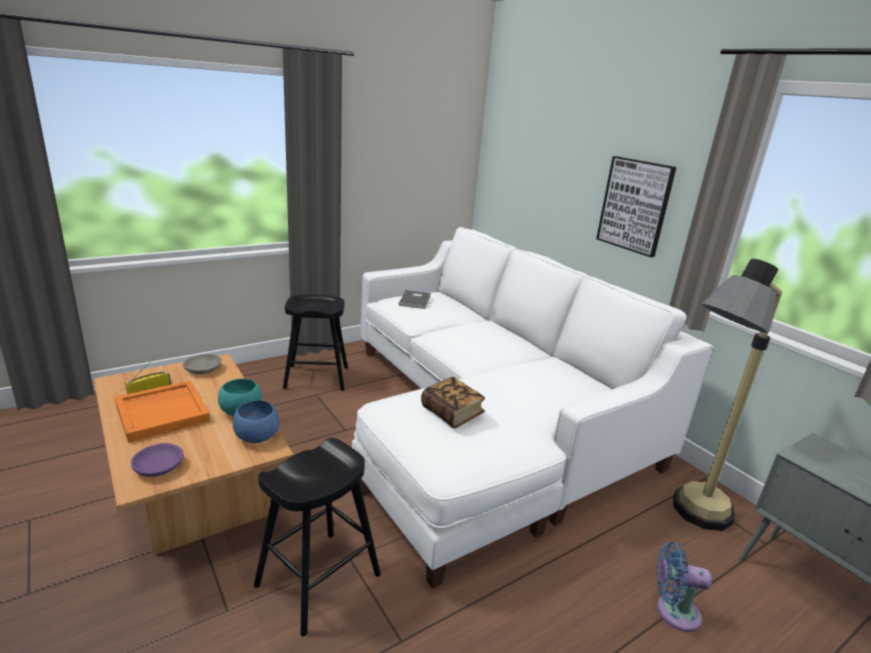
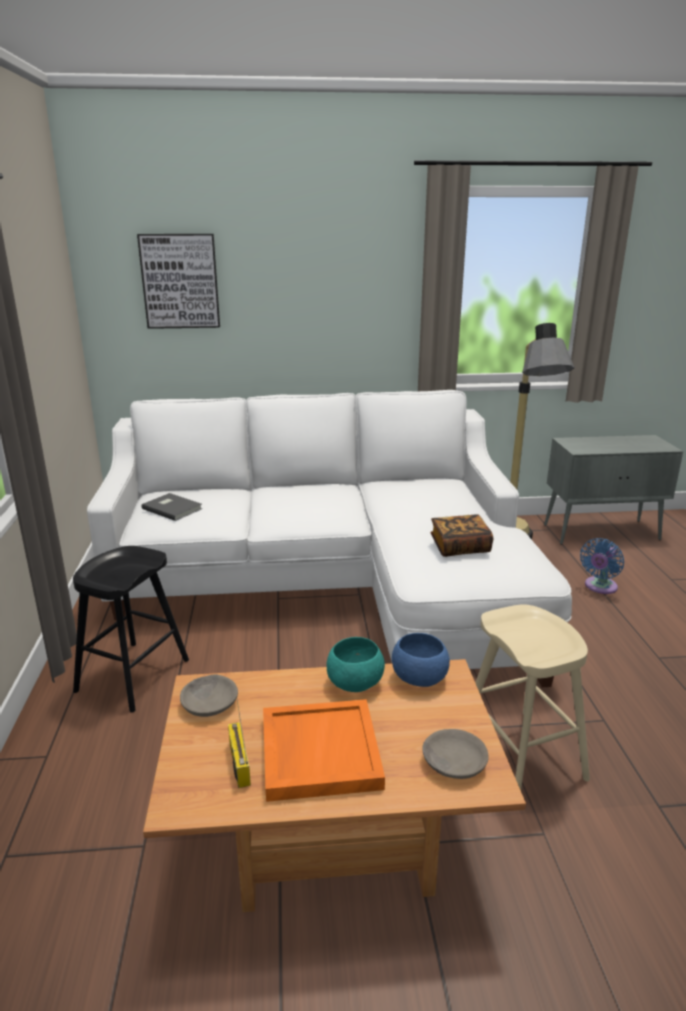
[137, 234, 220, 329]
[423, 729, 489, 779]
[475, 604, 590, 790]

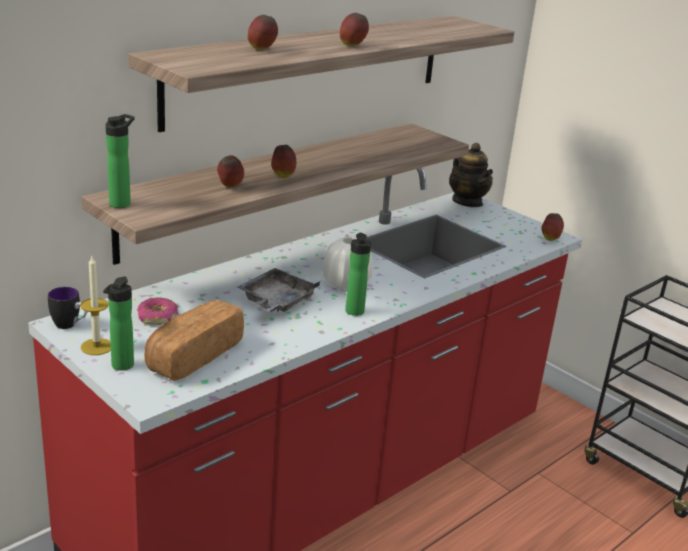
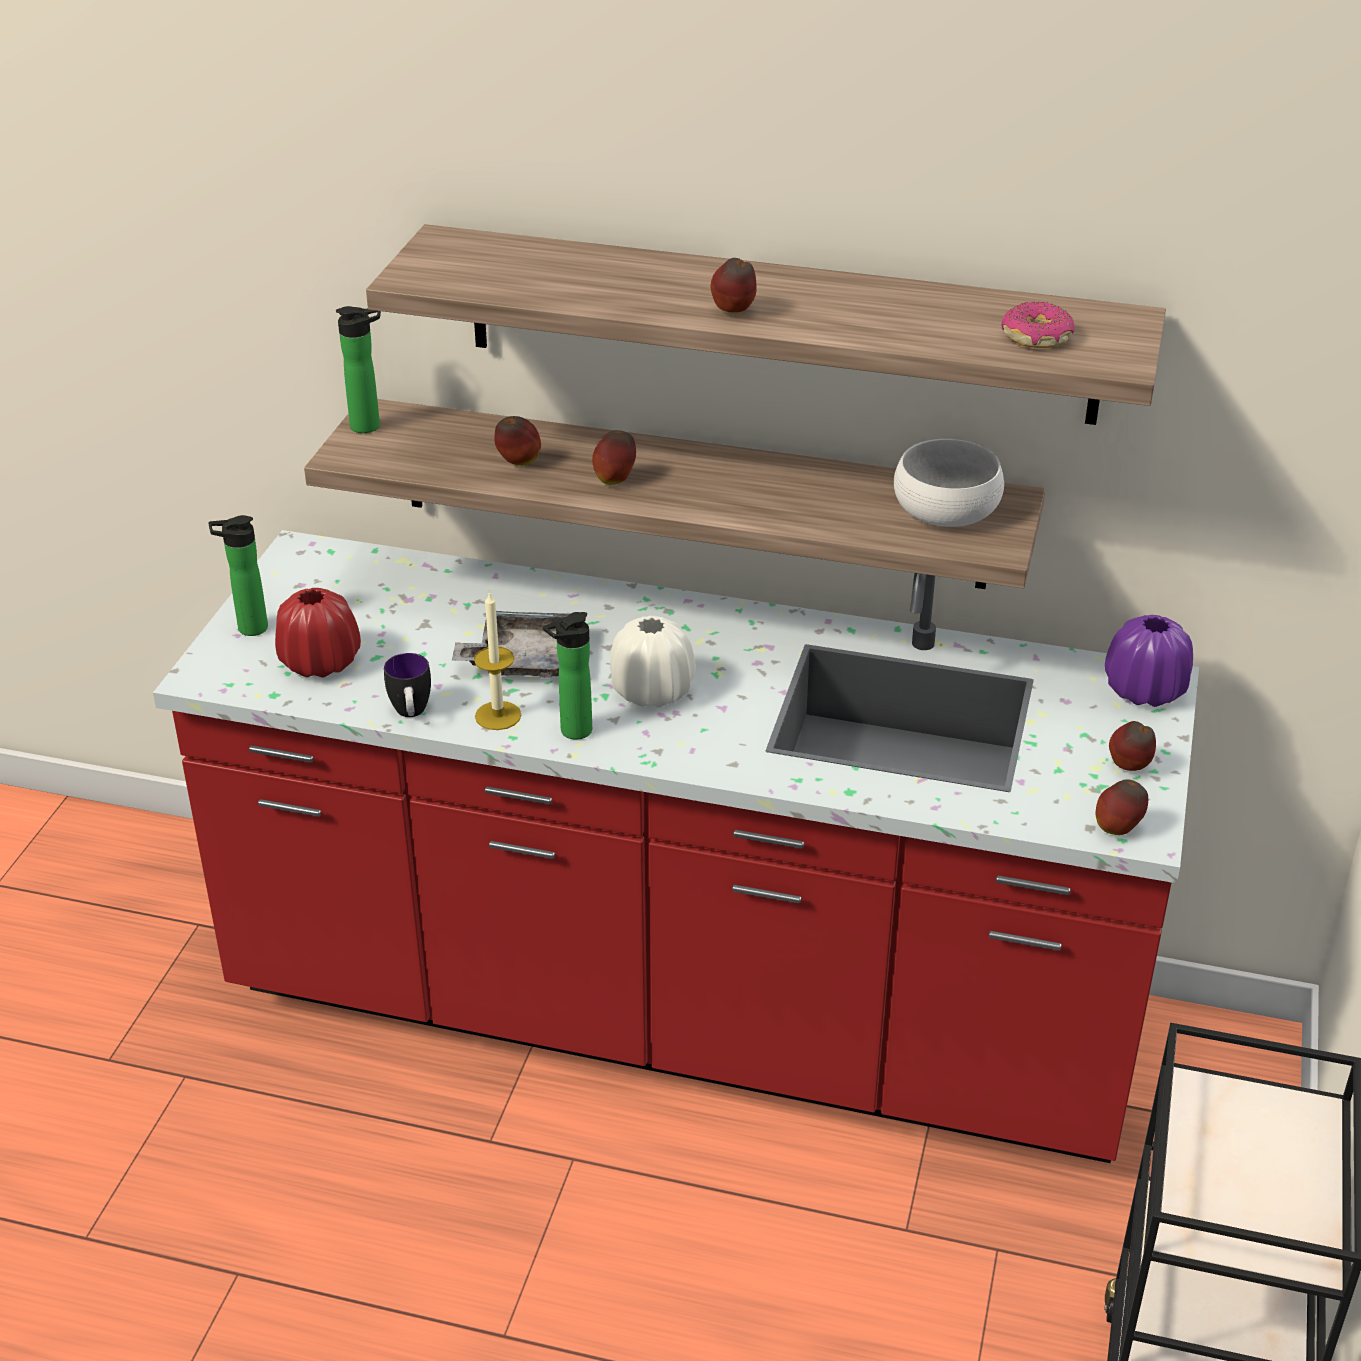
[894, 439, 1004, 527]
[384, 653, 431, 717]
[474, 591, 521, 730]
[1001, 302, 1075, 348]
[1109, 721, 1156, 771]
[275, 588, 361, 677]
[1105, 615, 1193, 707]

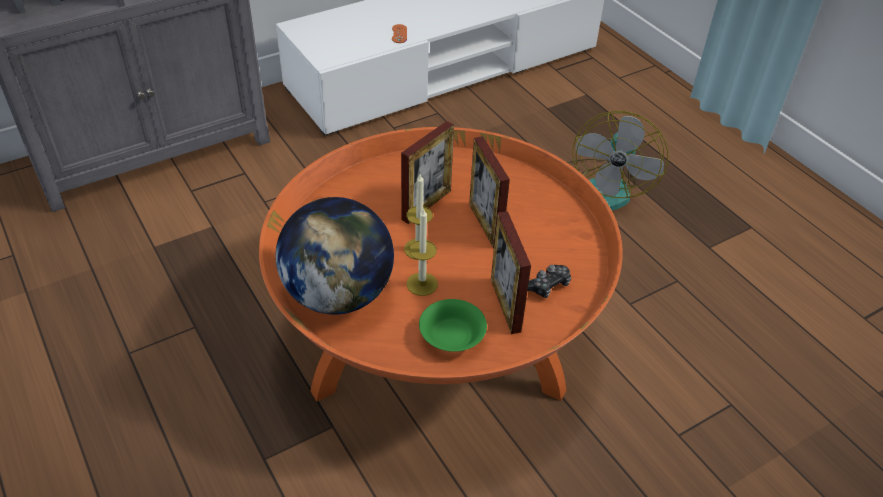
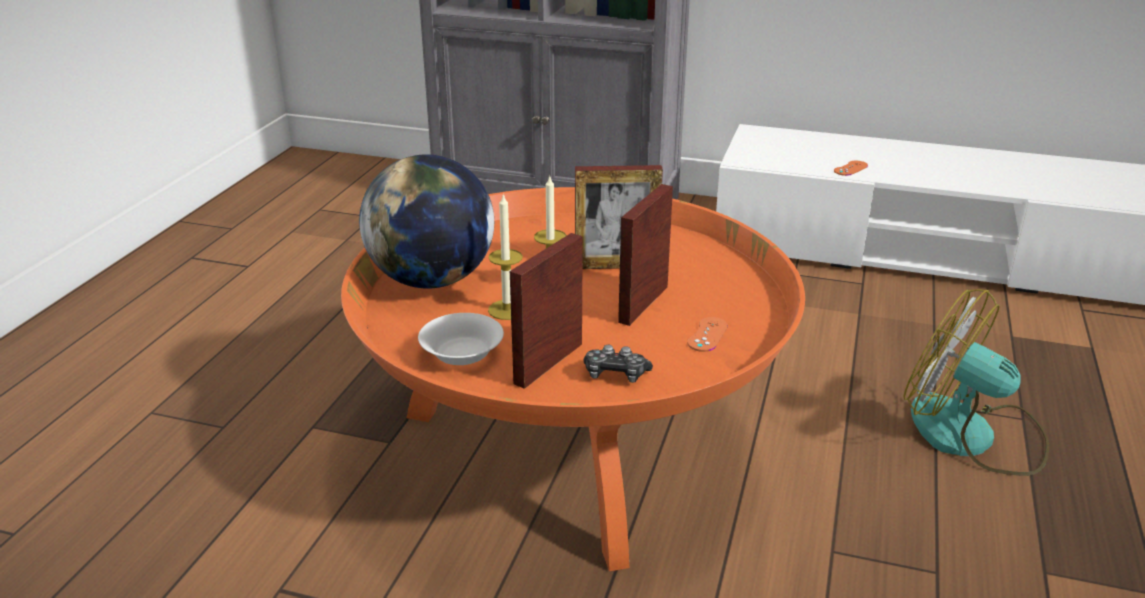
[687, 317, 728, 352]
[418, 313, 504, 365]
[903, 289, 1049, 476]

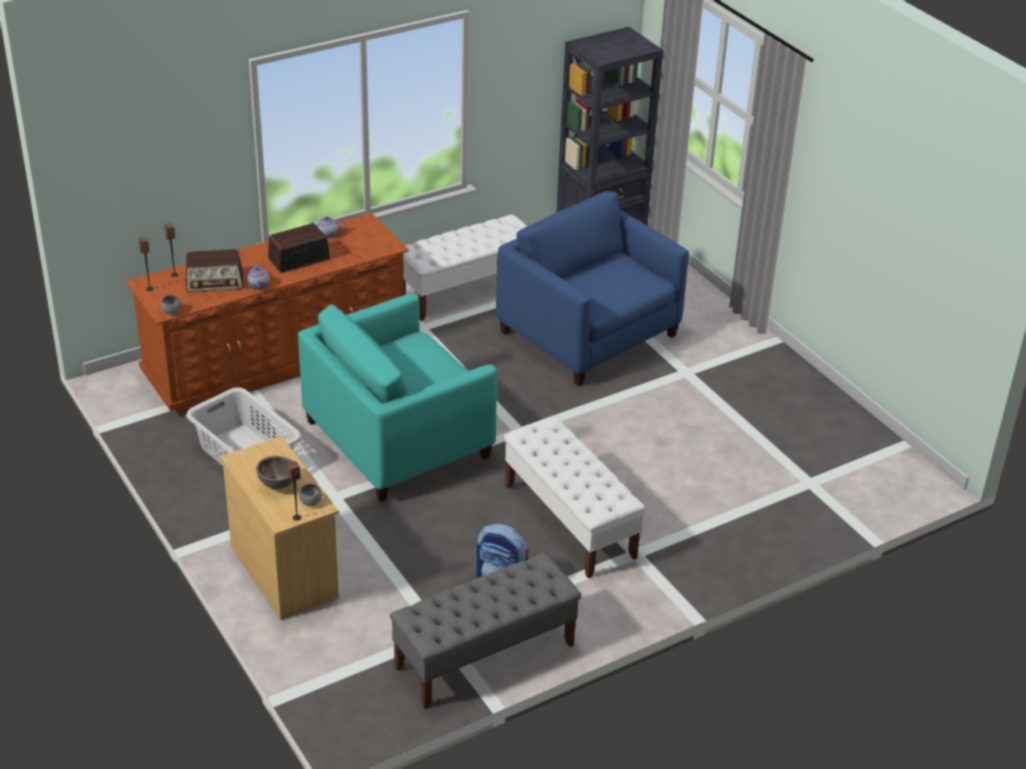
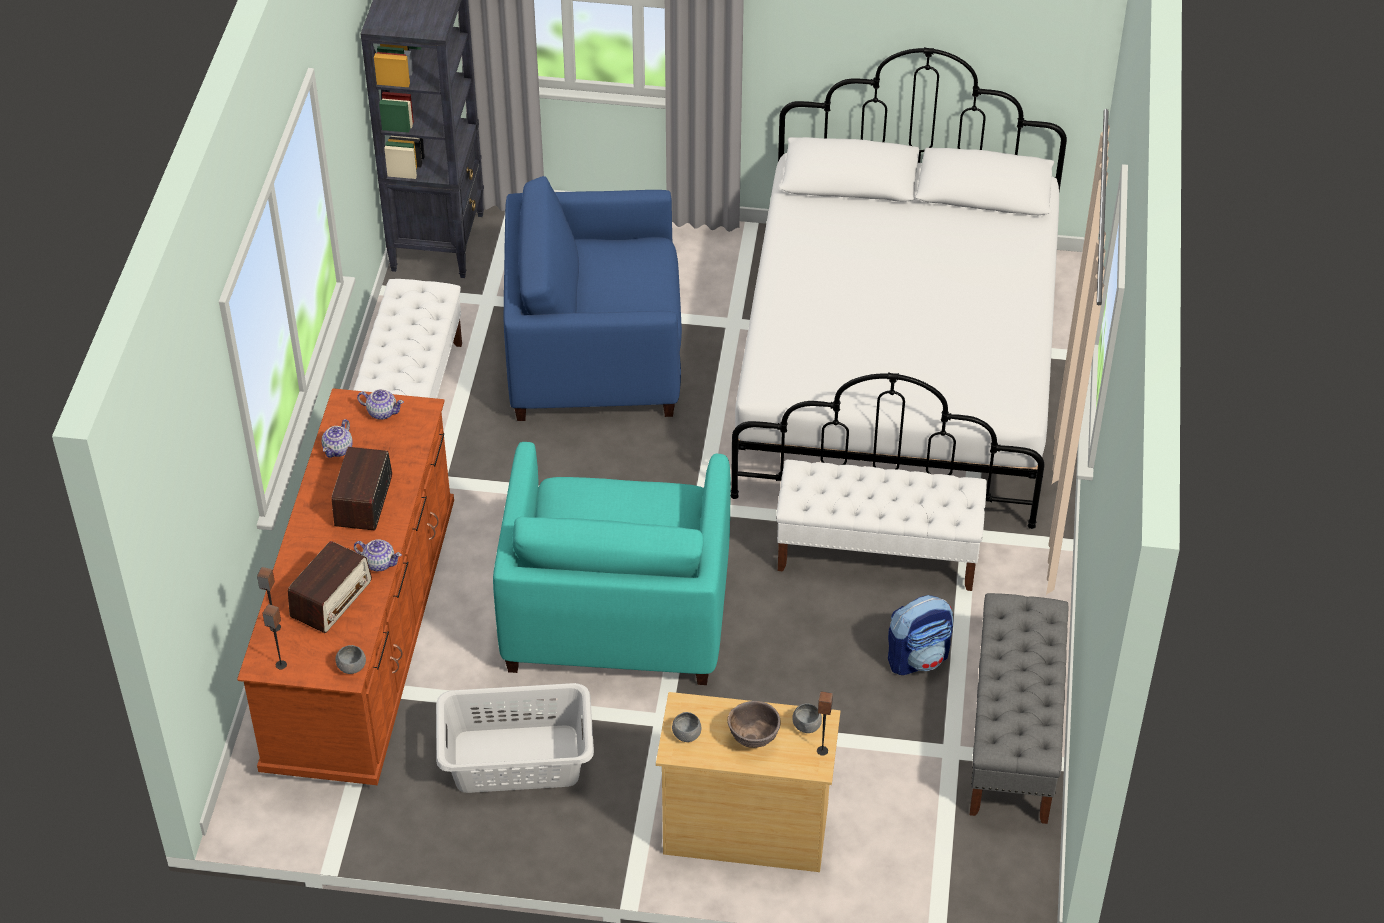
[357, 389, 404, 420]
[672, 712, 701, 742]
[731, 47, 1067, 529]

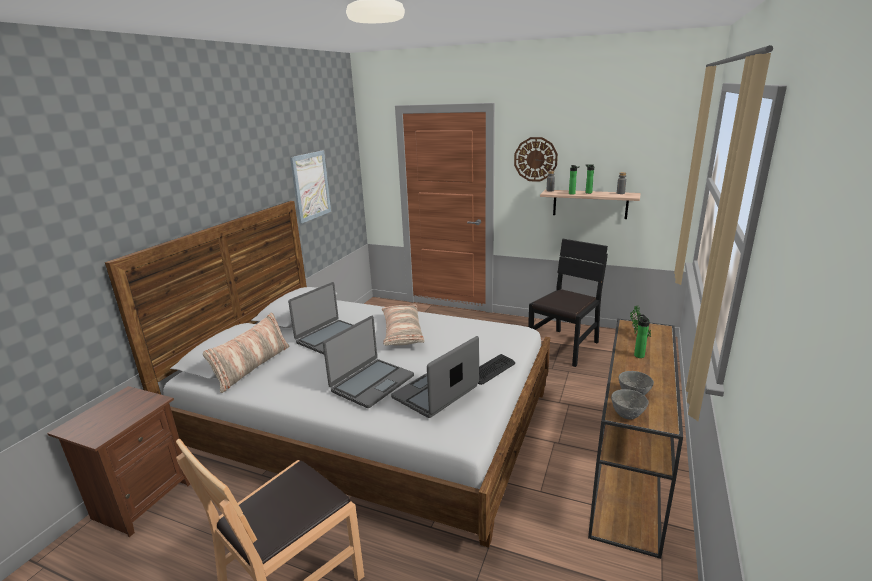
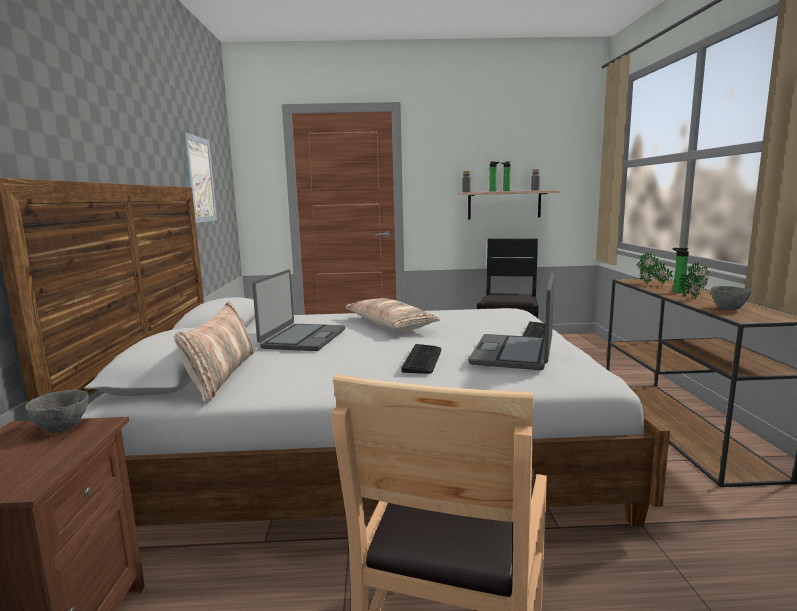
[514, 137, 558, 182] (first image)
[678, 262, 709, 299]
[25, 390, 89, 433]
[402, 344, 441, 374]

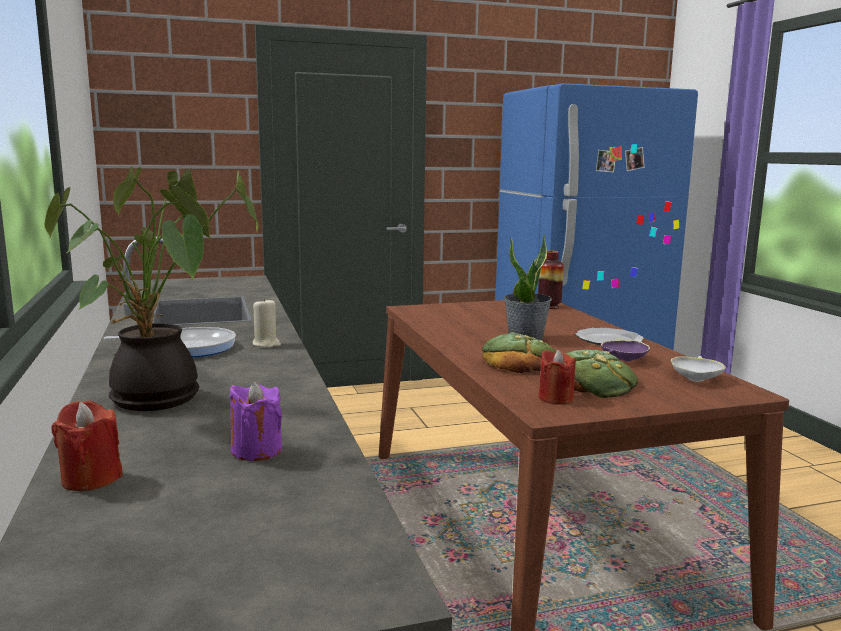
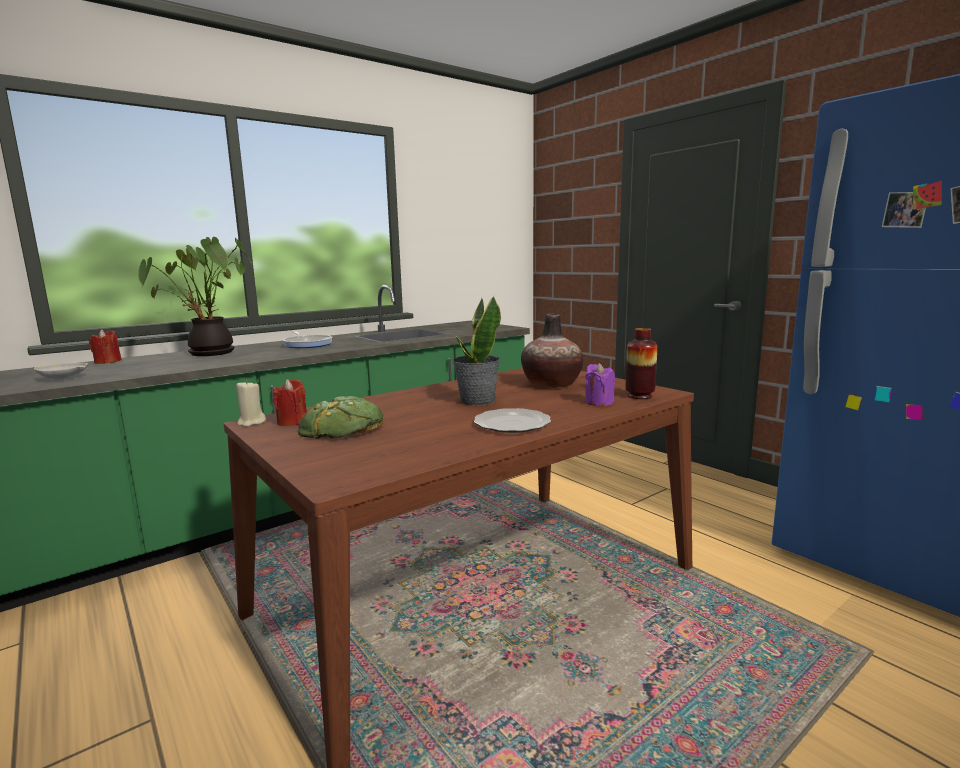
[482, 332, 556, 373] (first image)
[601, 340, 650, 361] (first image)
[521, 314, 583, 388]
[585, 363, 615, 406]
[236, 380, 266, 427]
[34, 363, 88, 380]

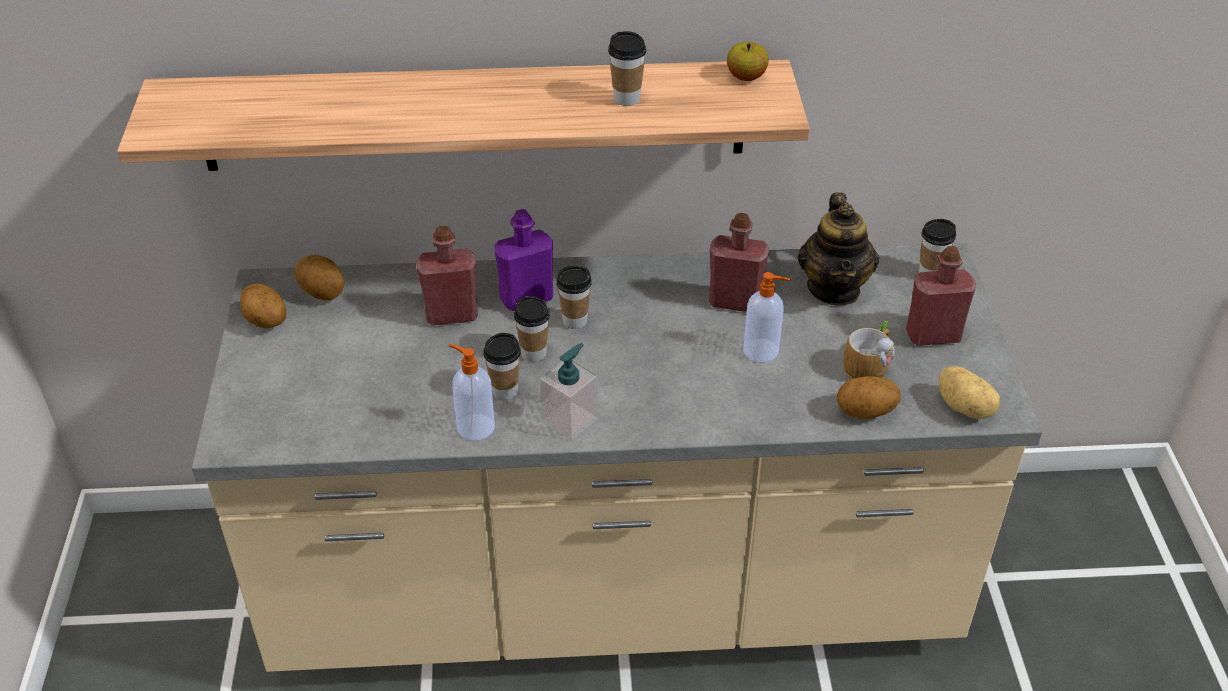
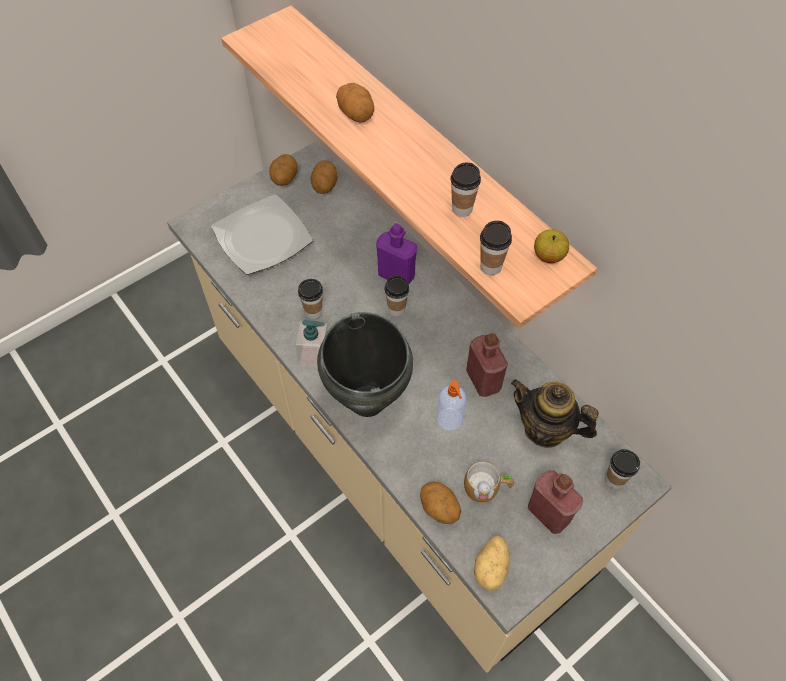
[416, 226, 478, 325] (first image)
[449, 344, 495, 441] (first image)
[211, 194, 313, 275]
[317, 312, 413, 417]
[336, 83, 374, 123]
[480, 221, 512, 275]
[511, 379, 599, 448]

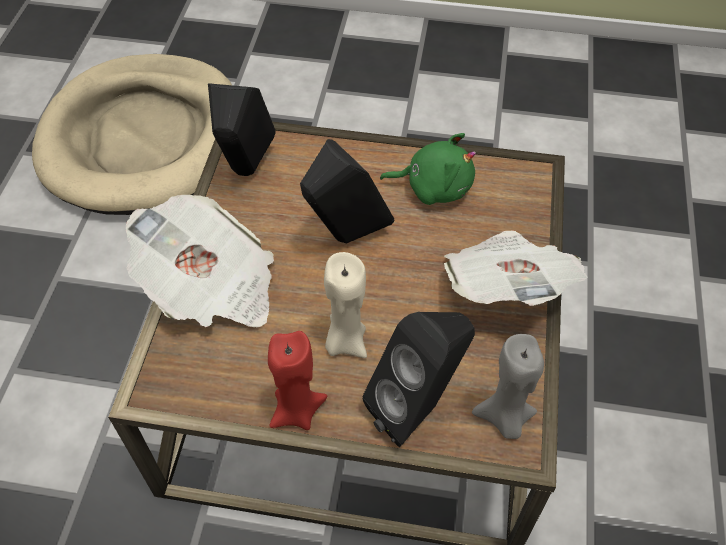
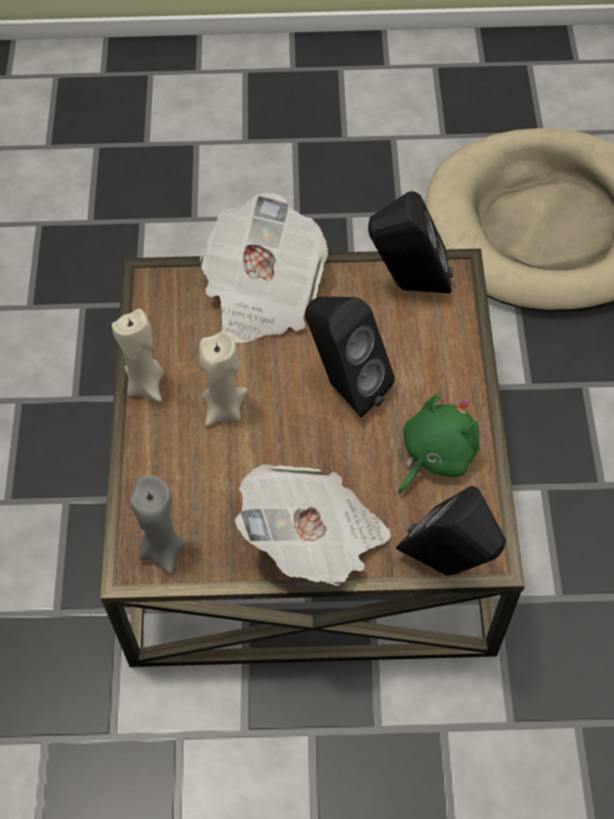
[396, 486, 506, 576]
[112, 309, 163, 402]
[398, 393, 479, 494]

